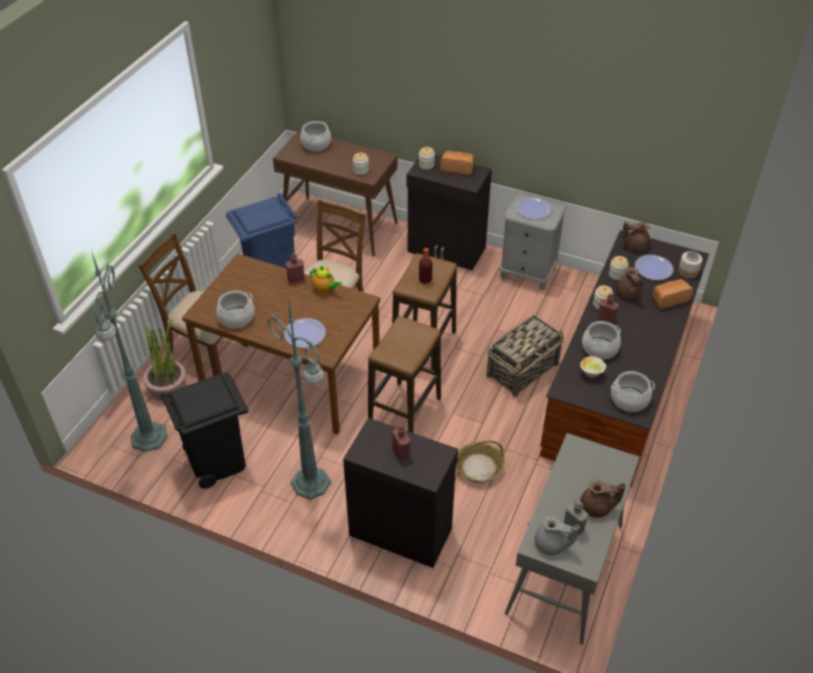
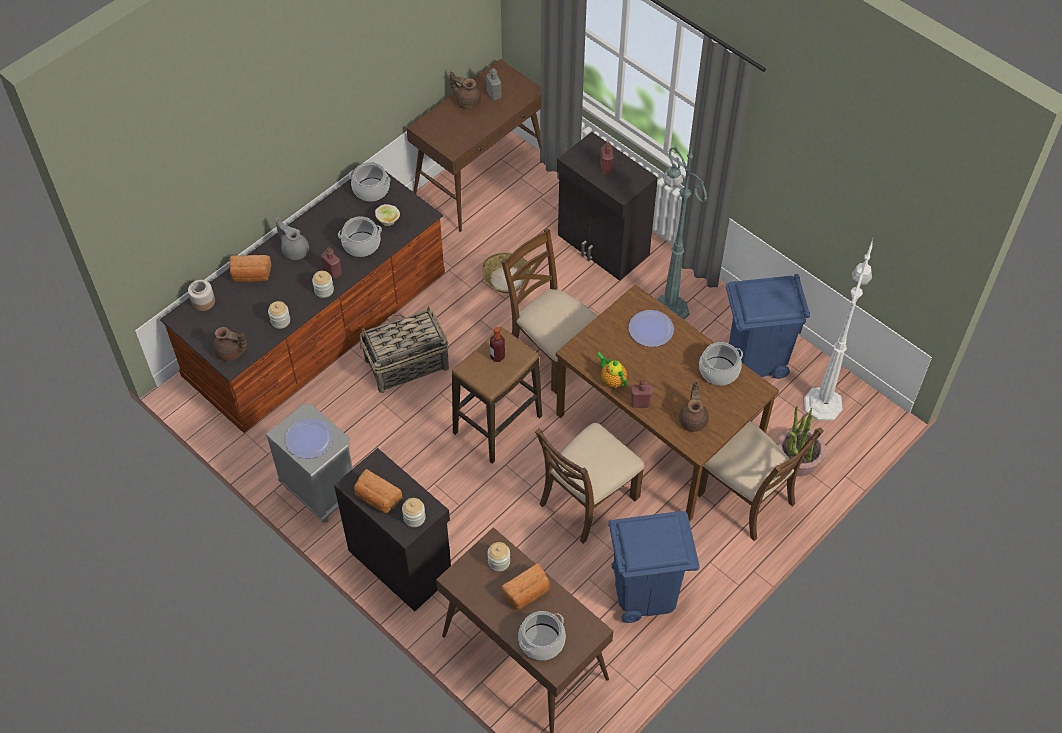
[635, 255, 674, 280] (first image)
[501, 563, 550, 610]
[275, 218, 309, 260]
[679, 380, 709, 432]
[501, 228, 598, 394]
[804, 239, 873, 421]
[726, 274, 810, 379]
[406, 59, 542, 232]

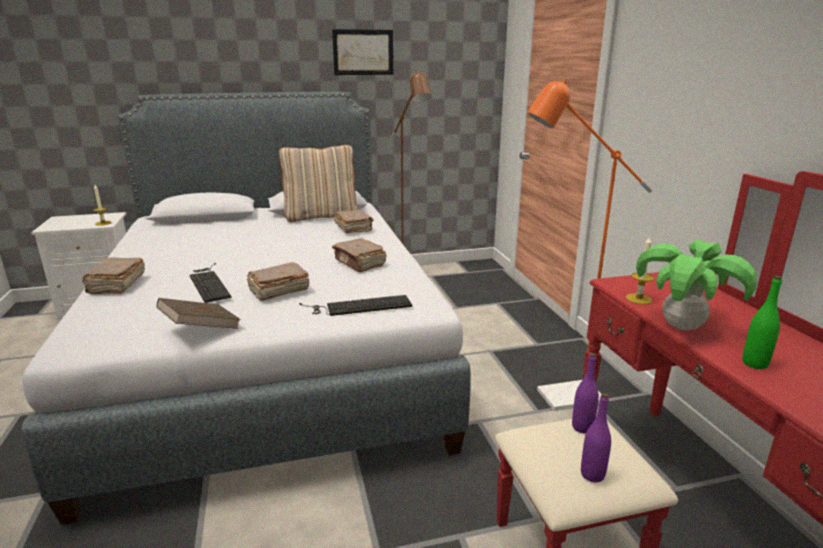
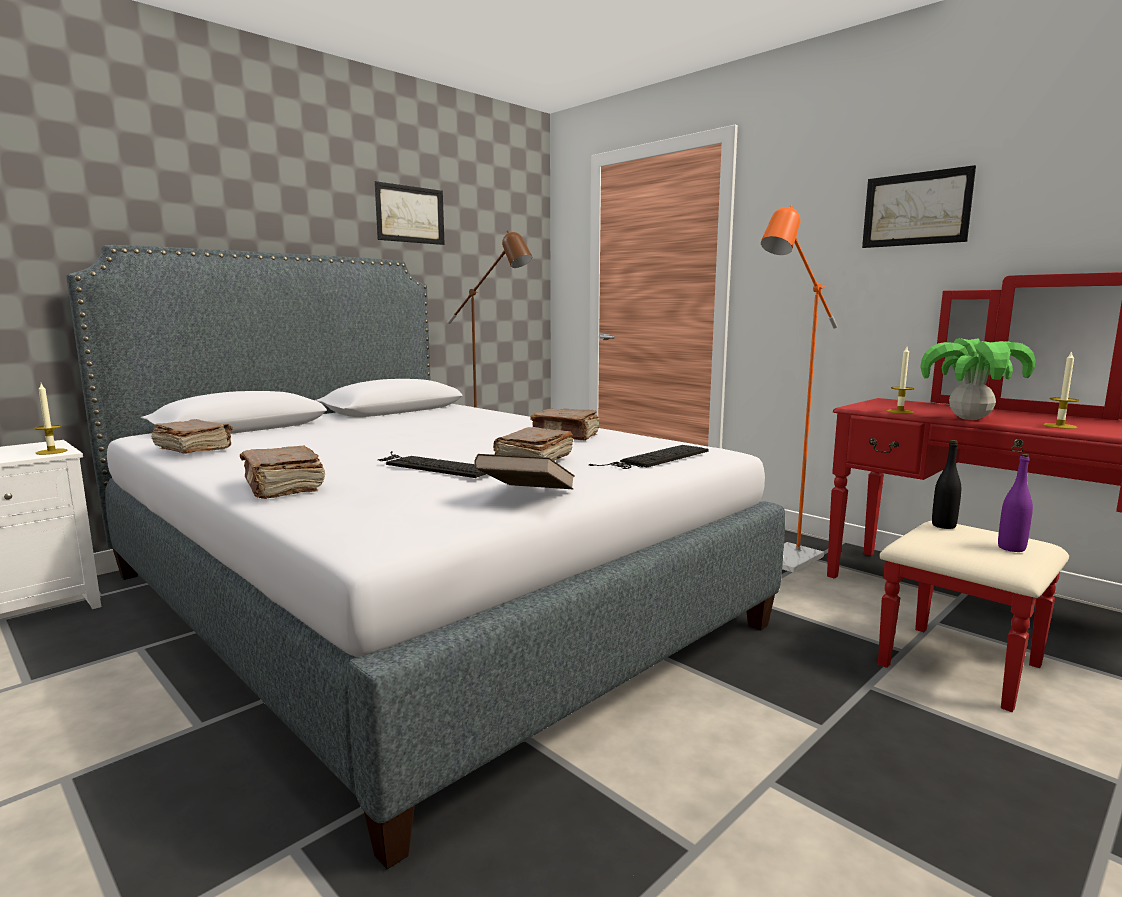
[279, 145, 358, 222] (first image)
[862, 165, 976, 248]
[151, 419, 233, 454]
[1043, 350, 1079, 429]
[932, 440, 961, 529]

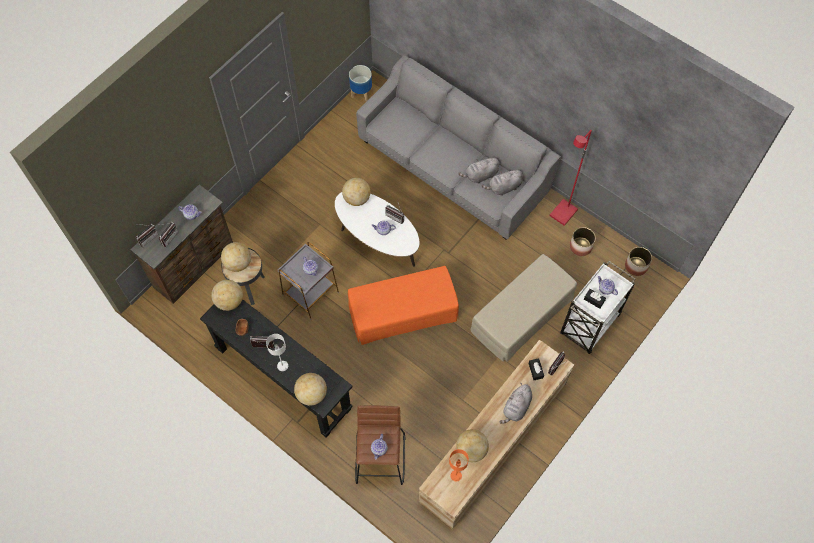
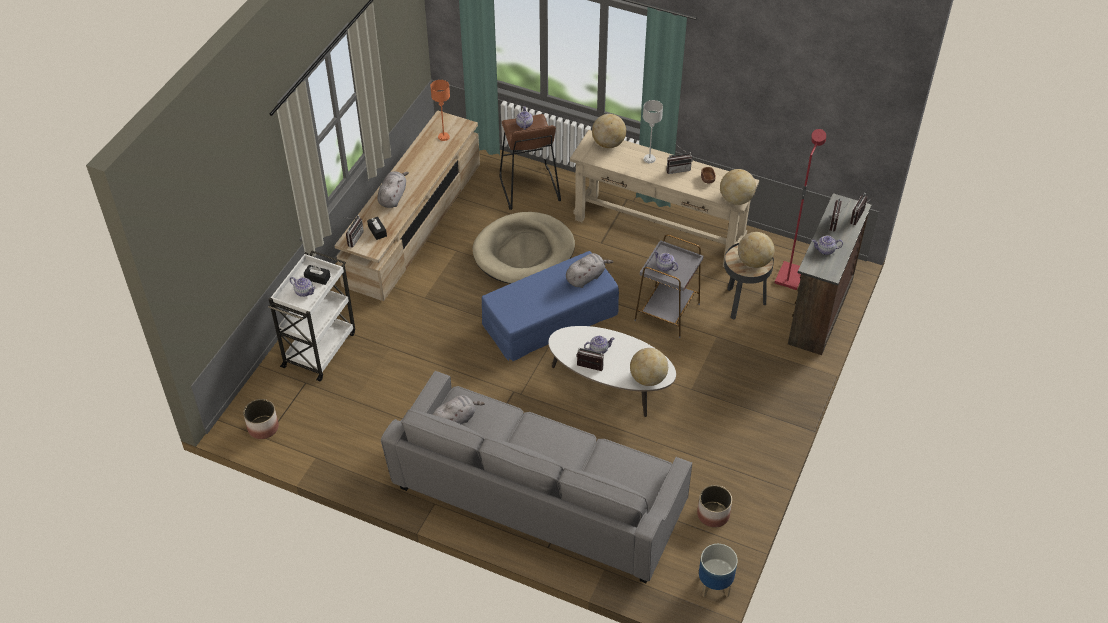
[456, 429, 489, 462] (first image)
[470, 254, 577, 362] (first image)
[472, 212, 575, 284]
[566, 253, 613, 288]
[775, 129, 826, 290]
[697, 485, 732, 528]
[570, 130, 759, 267]
[482, 251, 619, 361]

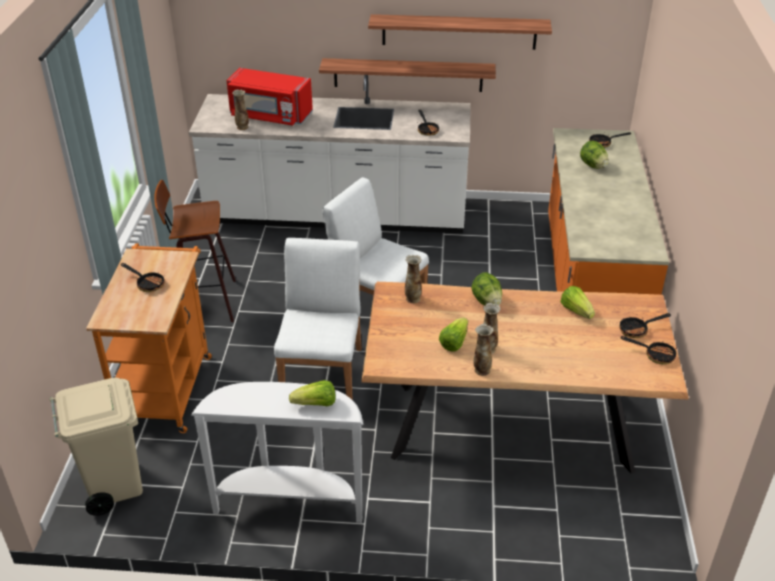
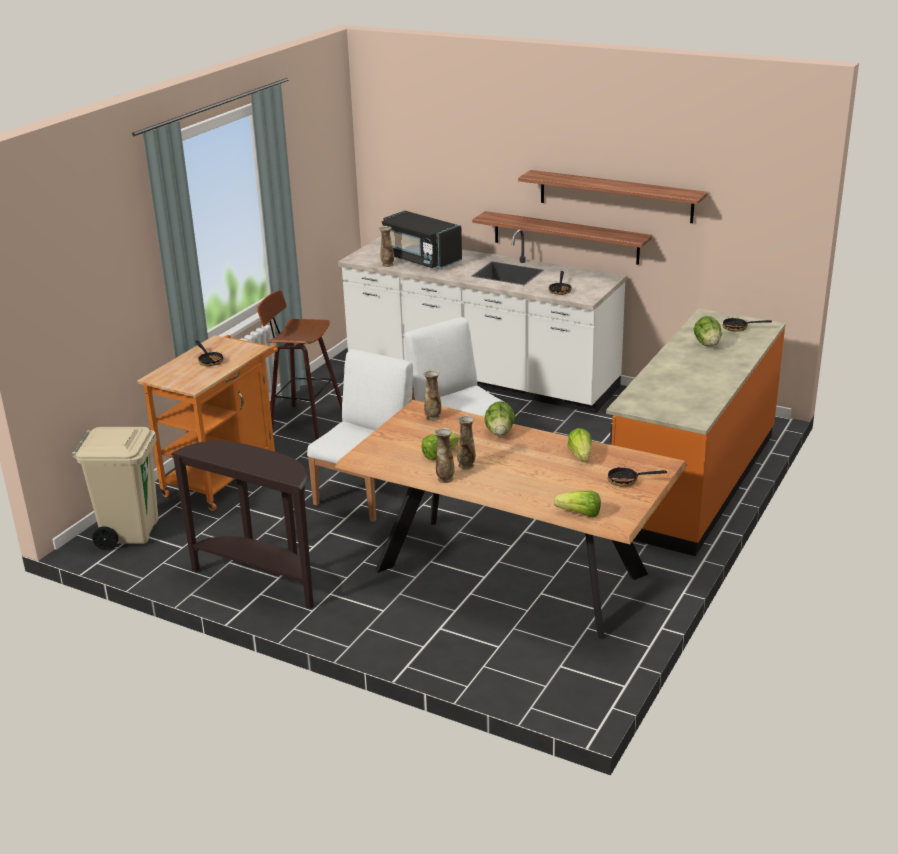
[621, 336, 677, 365] (first image)
[554, 491, 601, 517]
[171, 441, 314, 609]
[382, 211, 462, 269]

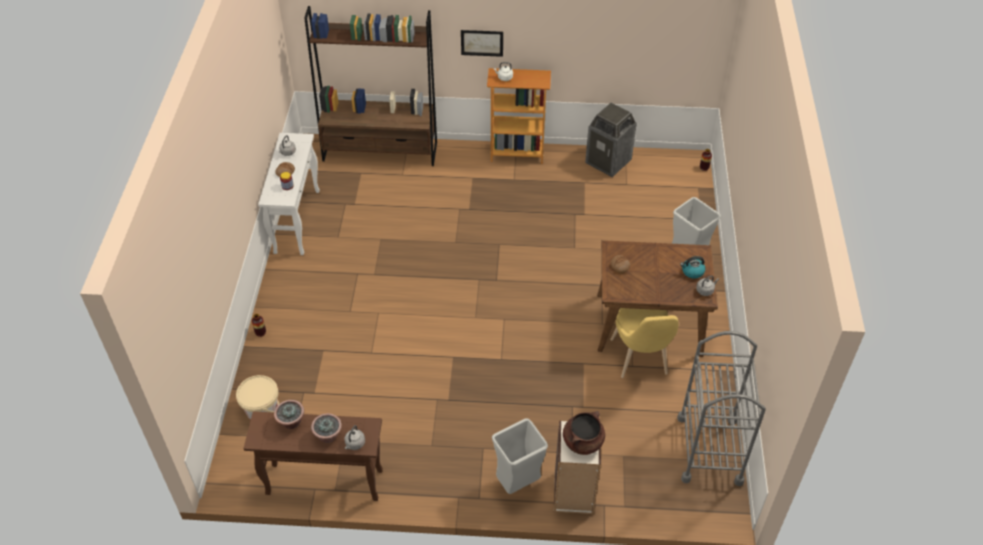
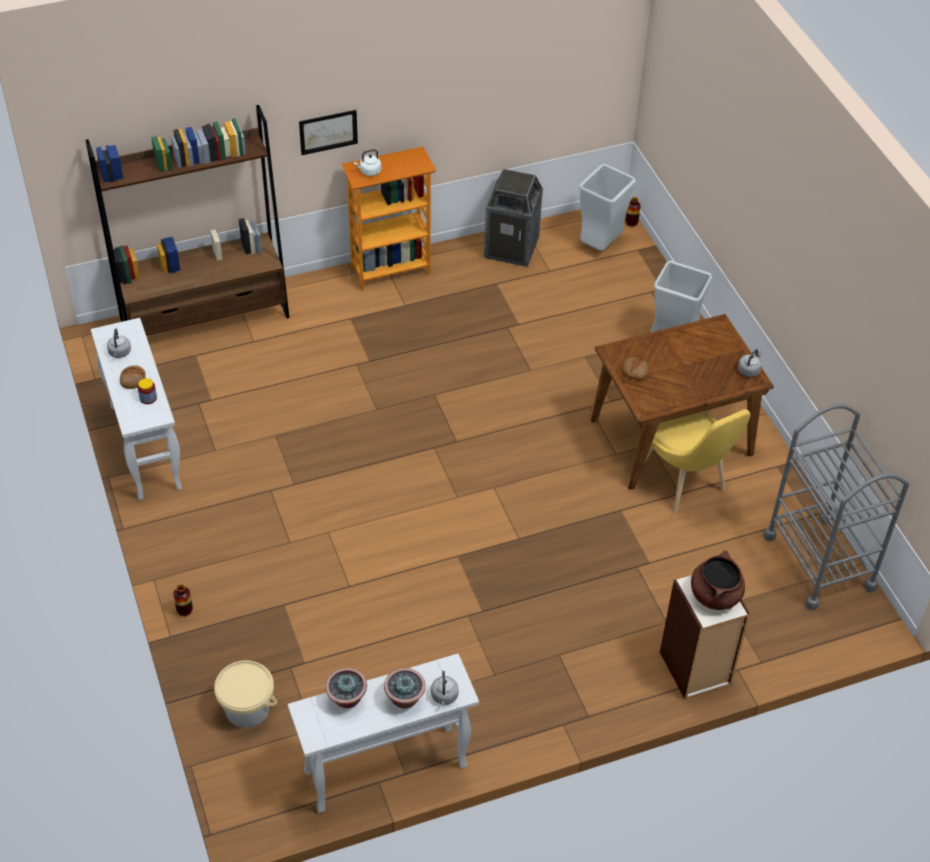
[680, 256, 705, 279] (first image)
[579, 164, 636, 251]
[288, 653, 479, 813]

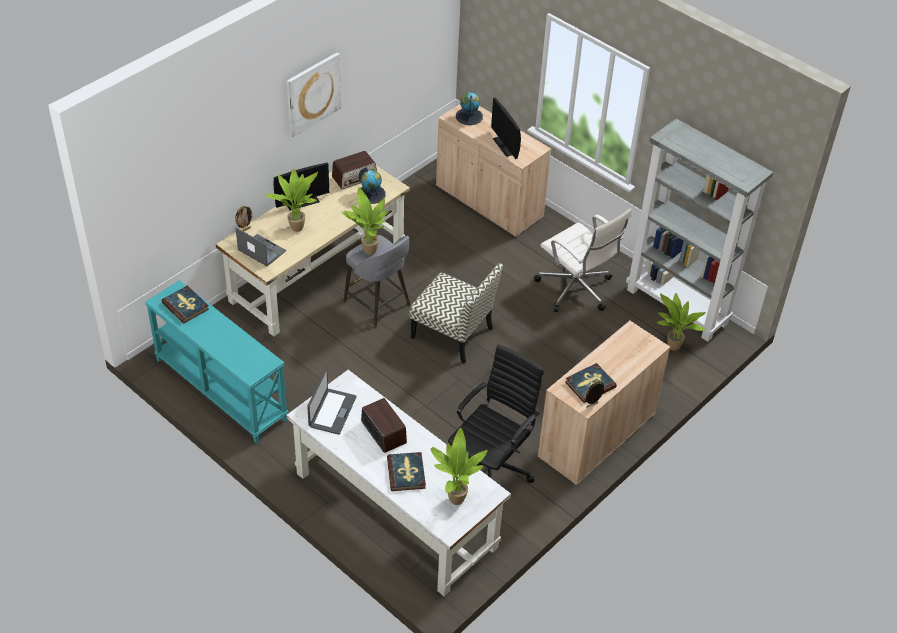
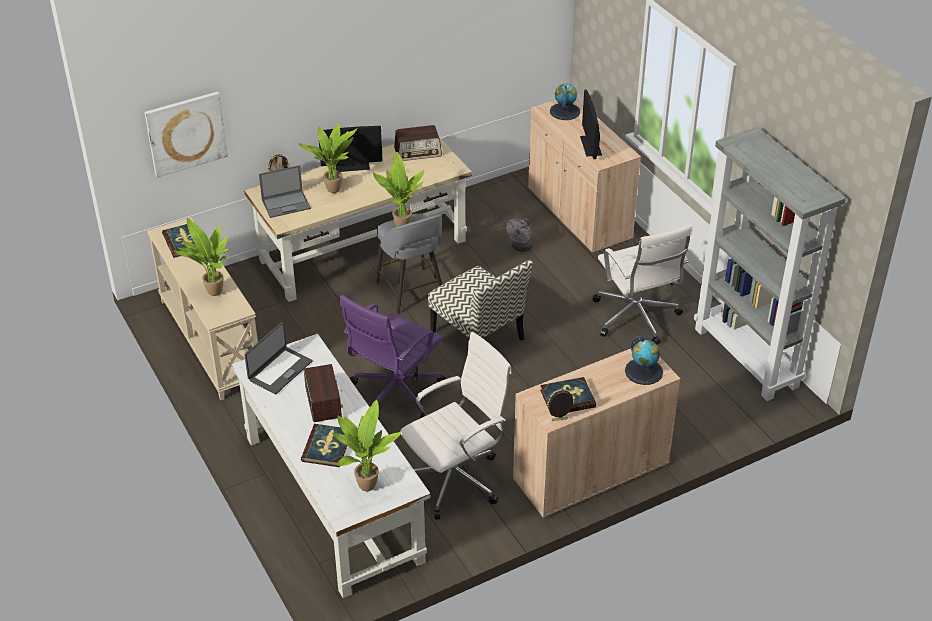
[339, 295, 446, 418]
[506, 218, 533, 252]
[145, 92, 228, 178]
[625, 336, 663, 385]
[174, 218, 229, 296]
[147, 217, 258, 400]
[400, 332, 512, 519]
[259, 165, 311, 218]

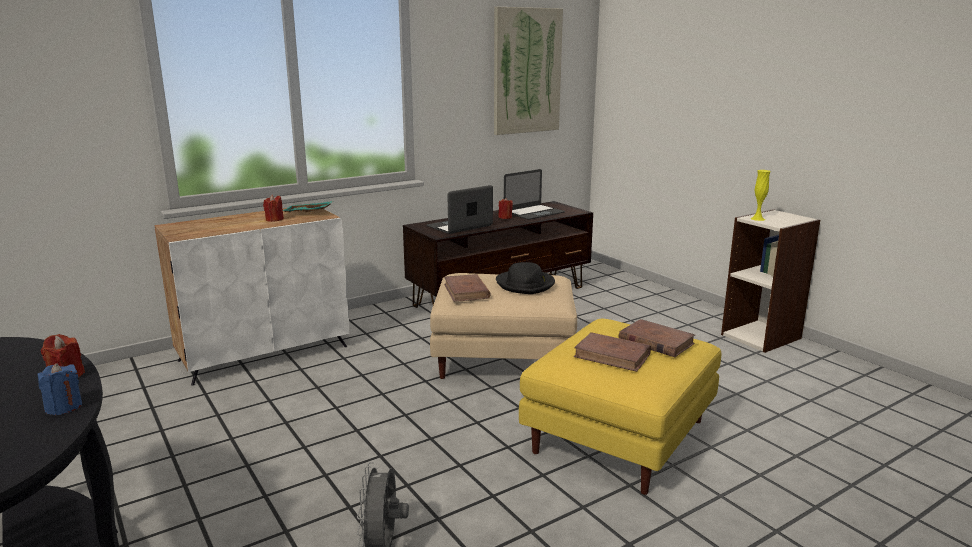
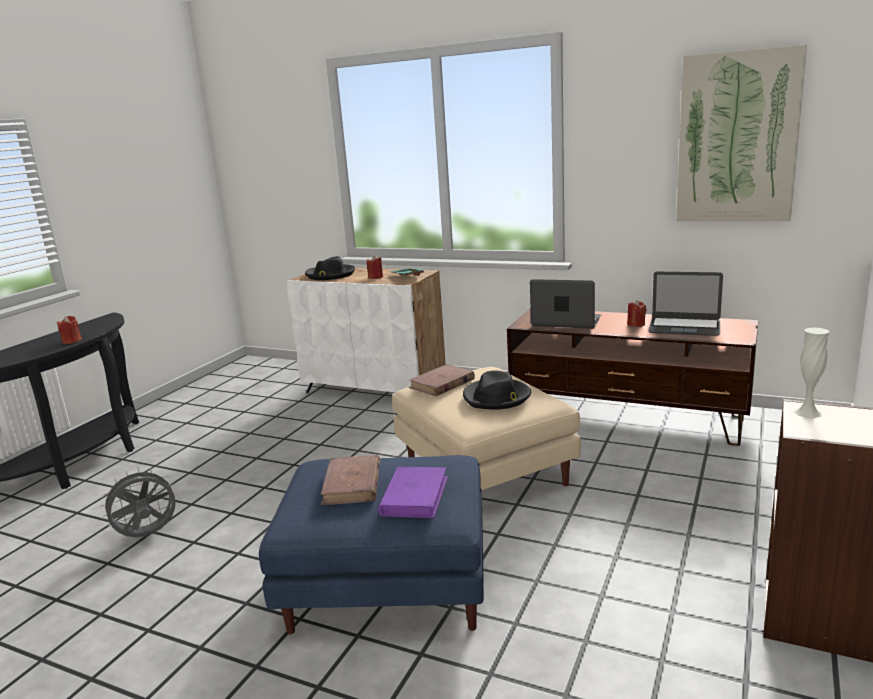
[38, 363, 82, 415] (first image)
[305, 256, 355, 280]
[259, 455, 484, 634]
[378, 467, 448, 518]
[794, 327, 829, 418]

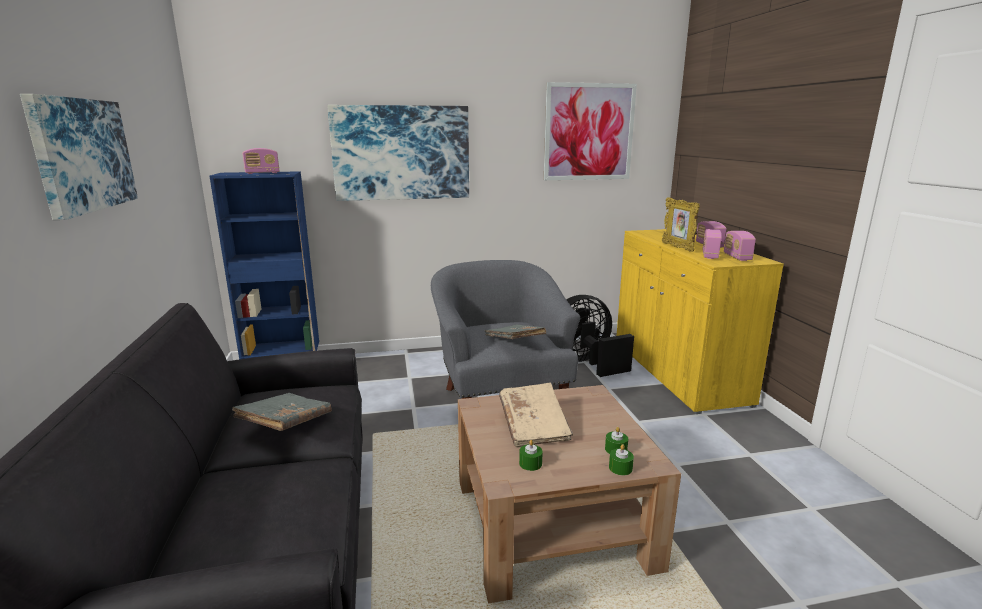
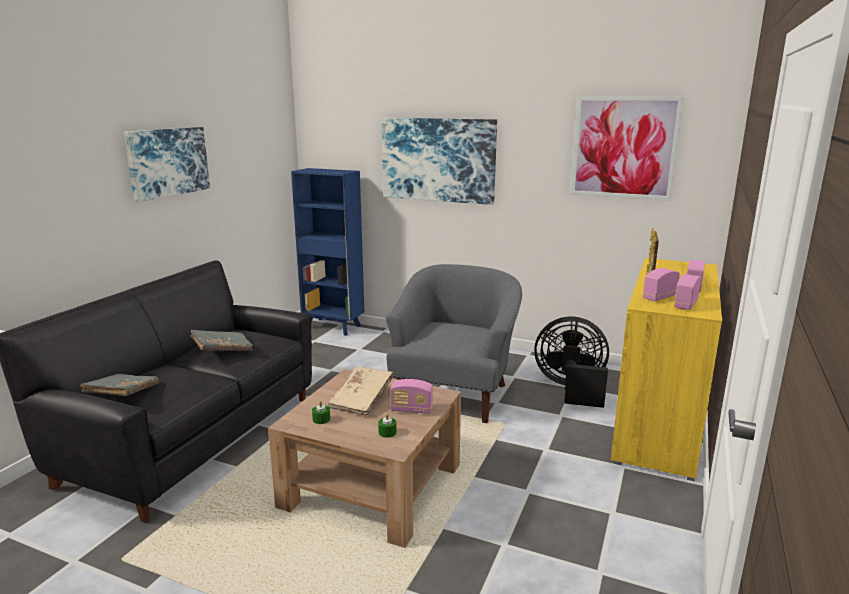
[609, 444, 634, 476] (first image)
[390, 379, 433, 414]
[80, 373, 159, 396]

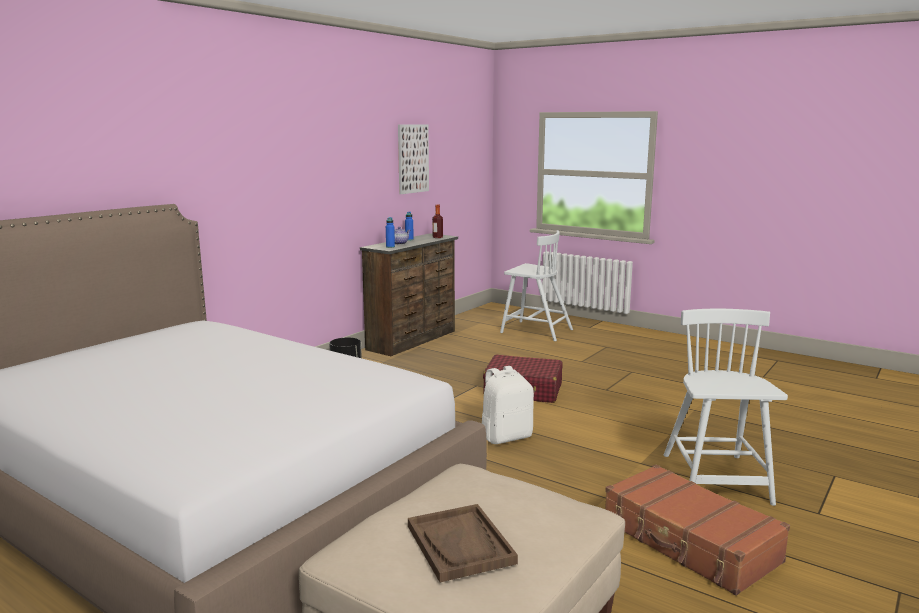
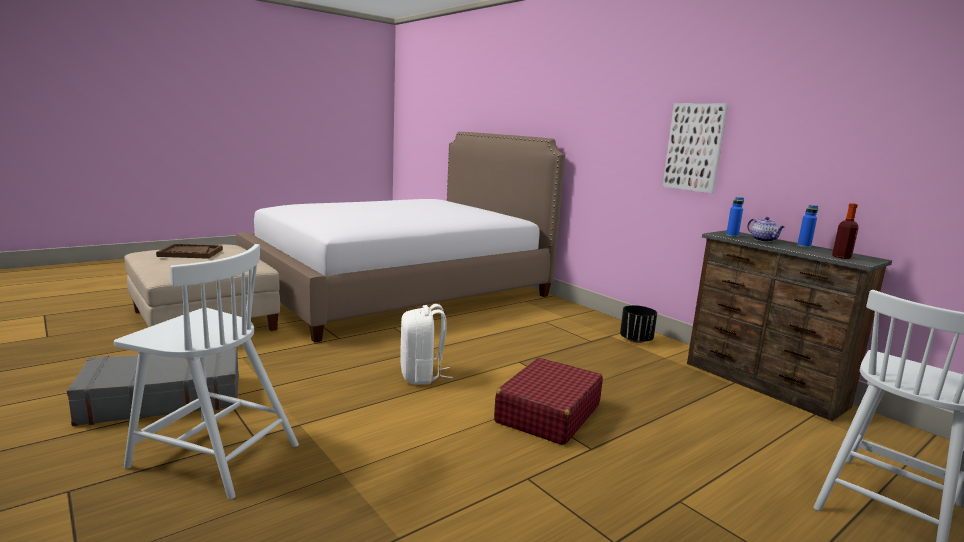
[663, 103, 728, 193]
[67, 347, 239, 426]

